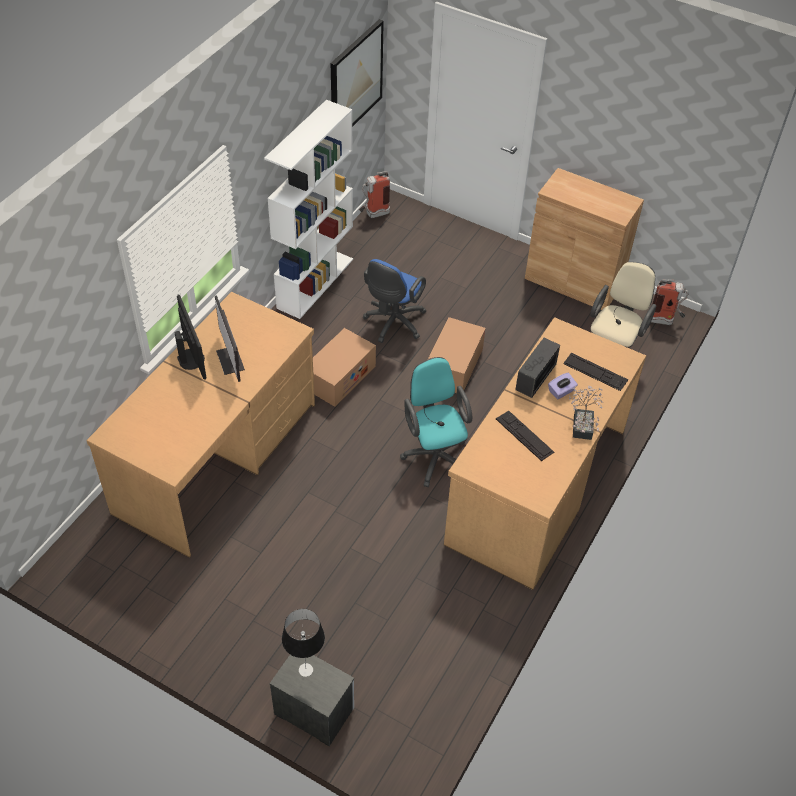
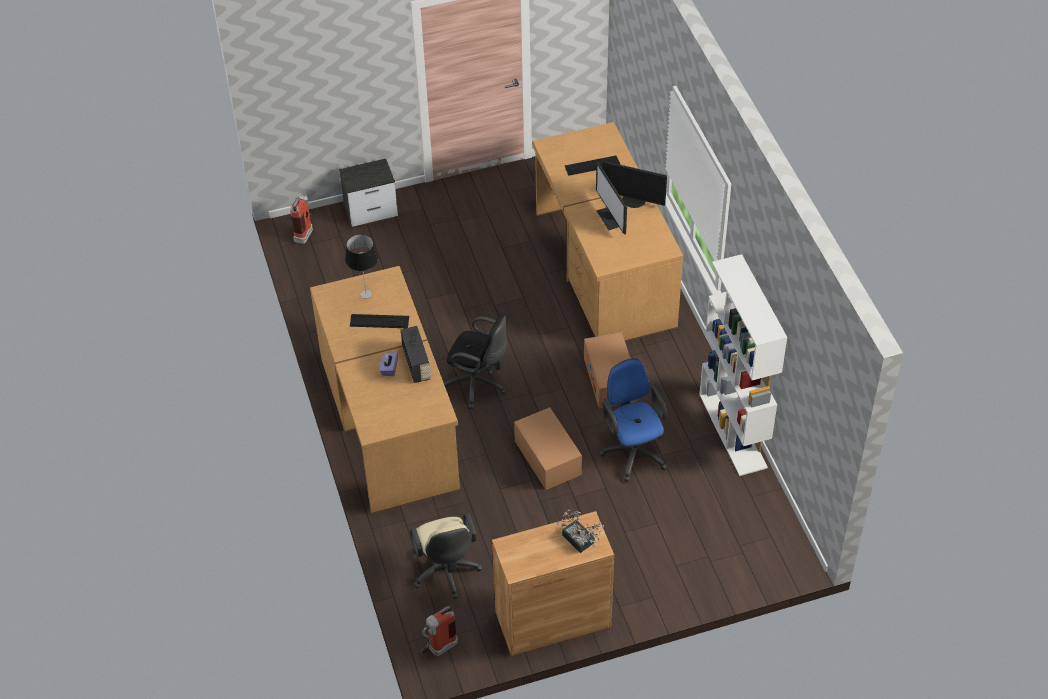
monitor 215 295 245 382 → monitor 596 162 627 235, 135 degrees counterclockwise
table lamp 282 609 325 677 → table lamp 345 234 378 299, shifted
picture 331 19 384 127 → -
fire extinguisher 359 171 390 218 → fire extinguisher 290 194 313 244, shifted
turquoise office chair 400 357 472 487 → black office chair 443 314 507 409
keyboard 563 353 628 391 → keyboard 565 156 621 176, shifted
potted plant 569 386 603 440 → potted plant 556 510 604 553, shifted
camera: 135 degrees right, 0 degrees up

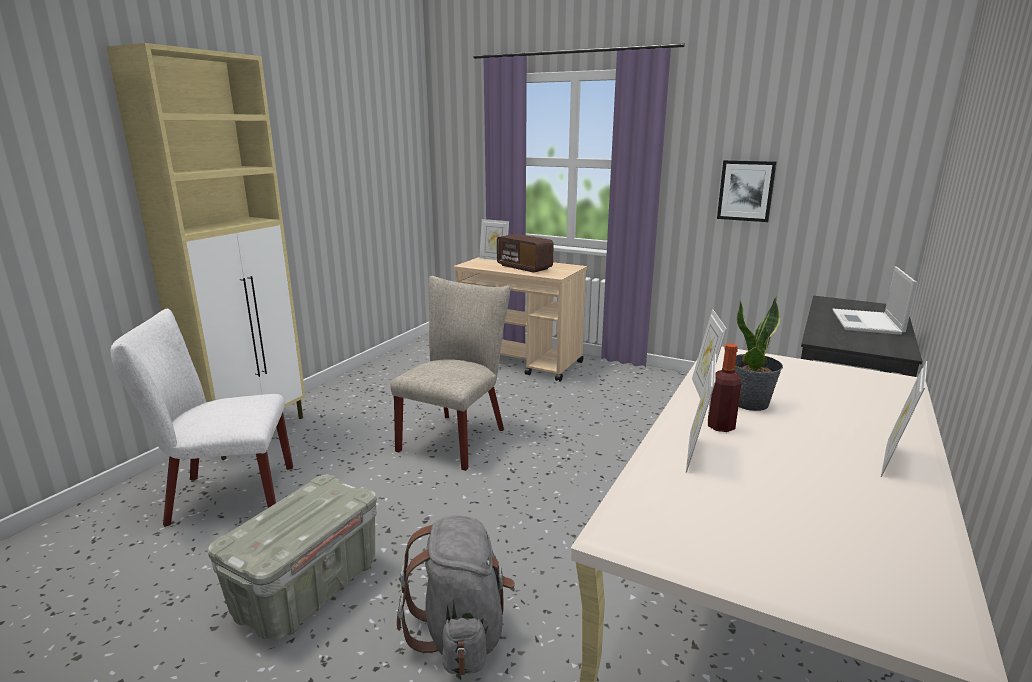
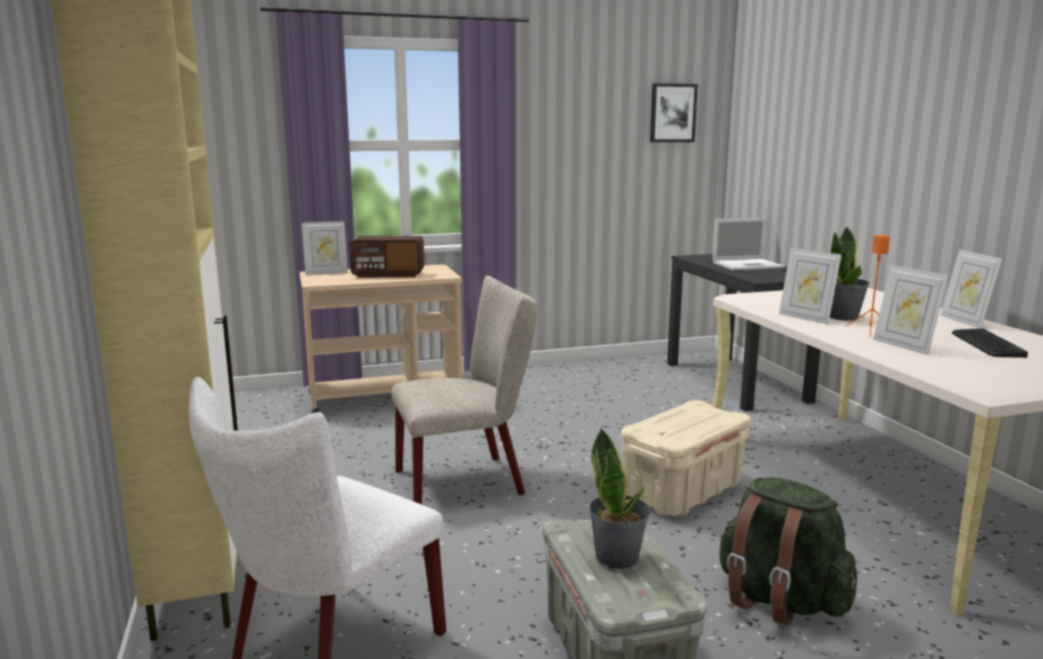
beige chair 390 276 510 471 → beige chair 392 276 537 504, 90 degrees clockwise
grey backpack 397 515 515 675 → green backpack 719 477 857 626
bottle 708 343 742 432 → orange speaker 846 235 890 338
picture 717 160 777 222 → picture 650 83 698 142, shifted
laptop 832 266 917 335 → laptop 713 218 784 270, 75 degrees counterclockwise
- → potted plant 589 427 650 569
- → beige storage box 621 400 751 516
- → keyboard 952 328 1028 358
camera: 45 degrees left, 5 degrees down

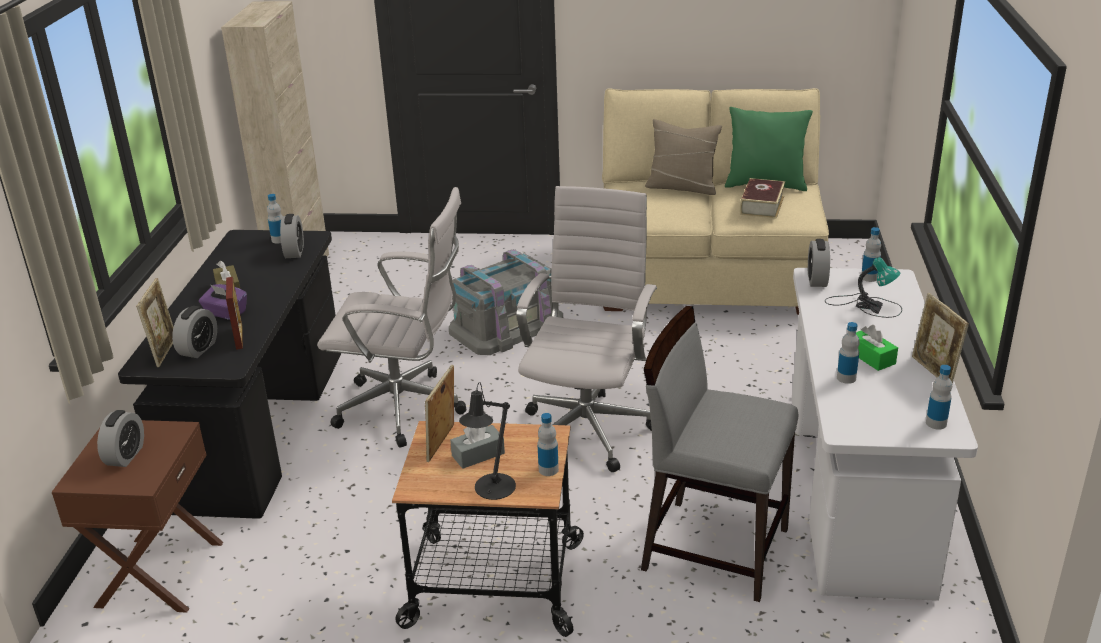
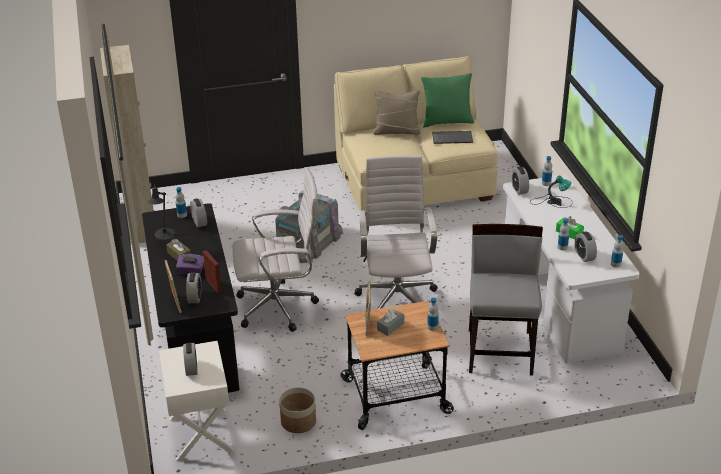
brown nightstand 52 420 223 613 → white nightstand 159 341 234 461
black table lamp 459 382 516 500 → black table lamp 148 183 175 240, shifted
grey chair 641 306 798 602 → grey chair 469 224 543 376, 90 degrees clockwise
book 740 178 785 219 → keyboard 432 131 473 144
picture frame 912 293 969 384 → -
- → planter 279 387 316 433
- → alarm clock 575 232 597 262
camera: 20 degrees left, 5 degrees up

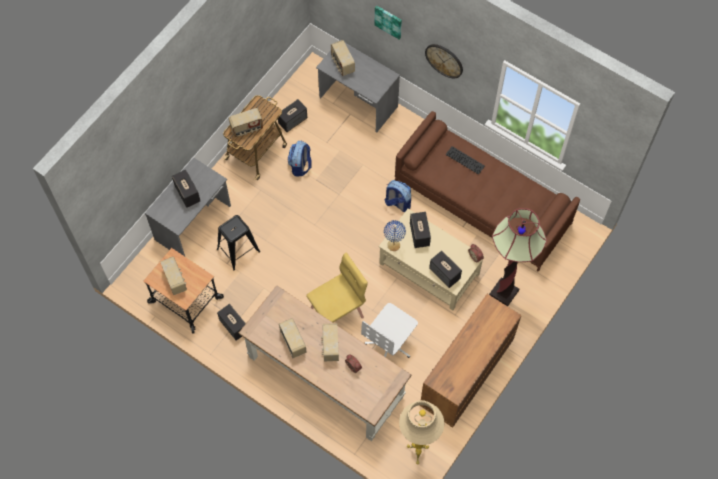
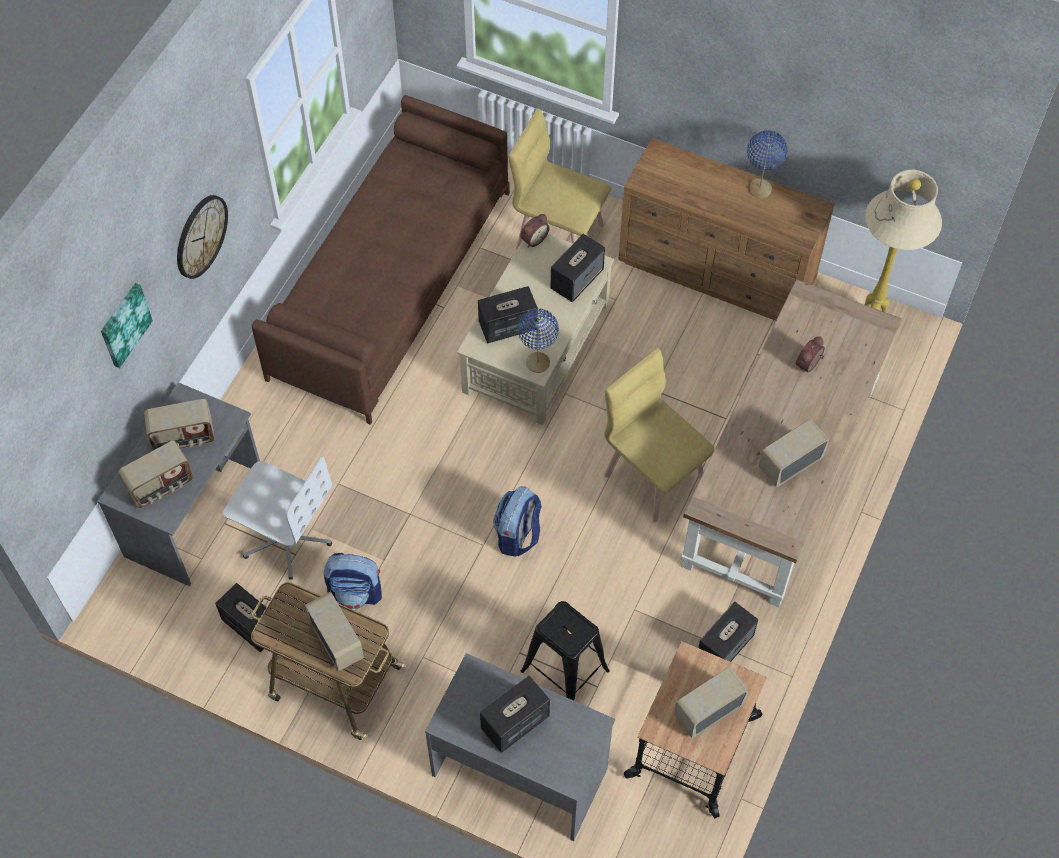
radio 321 323 339 362 → radio 144 399 215 450, shifted
white office chair 361 303 418 358 → white office chair 223 456 332 580, shifted
backpack 384 180 411 212 → backpack 494 486 542 556, shifted
keyboard 445 146 485 175 → -
floor lamp 489 208 547 306 → yellow chair 508 108 611 249
- → blue table lamp 747 130 787 198
camera: 100 degrees left, 5 degrees down

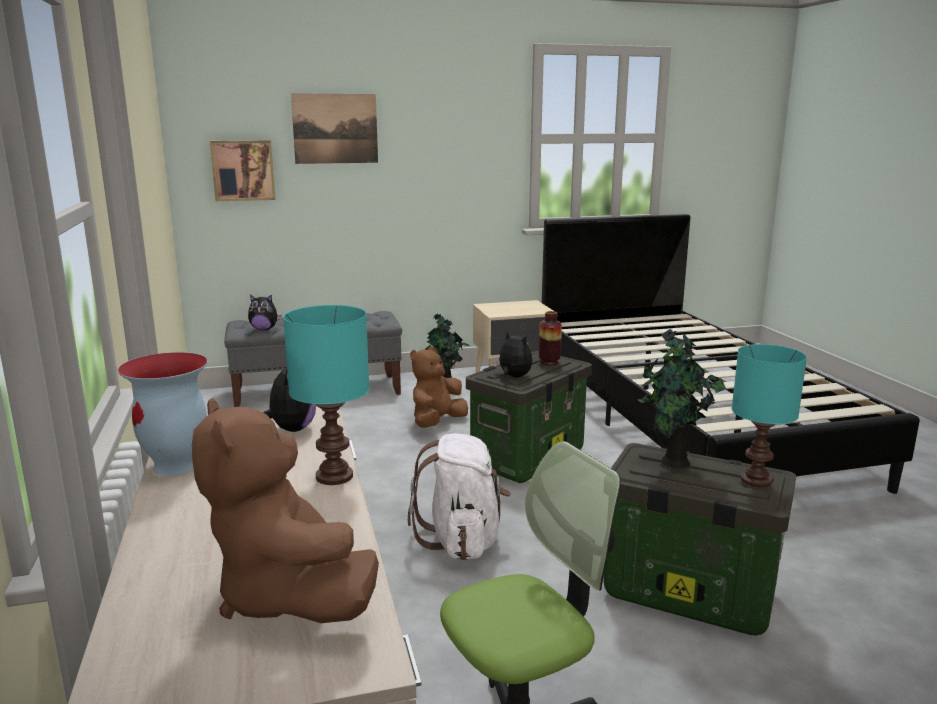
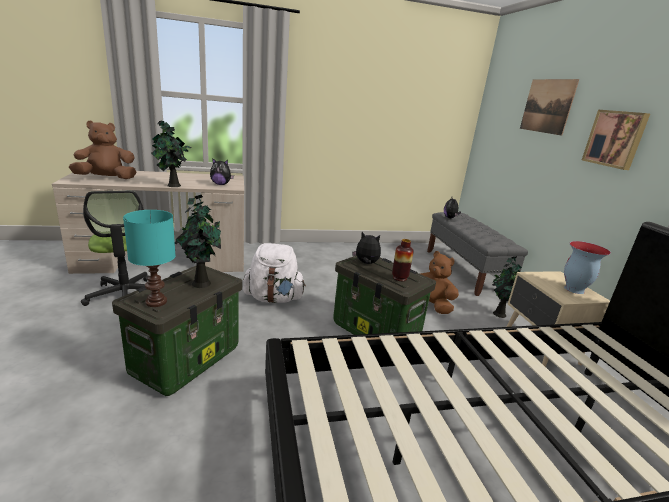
vase 117 352 208 476 → vase 564 241 611 294, shifted
picture 210 140 275 201 → picture 582 110 650 170, shifted
turquoise table lamp 283 305 370 485 → potted plant 151 120 192 187
plush toy 493 330 532 377 → plush toy 352 232 381 264, 120 degrees counterclockwise
camera: 90 degrees right, 5 degrees up

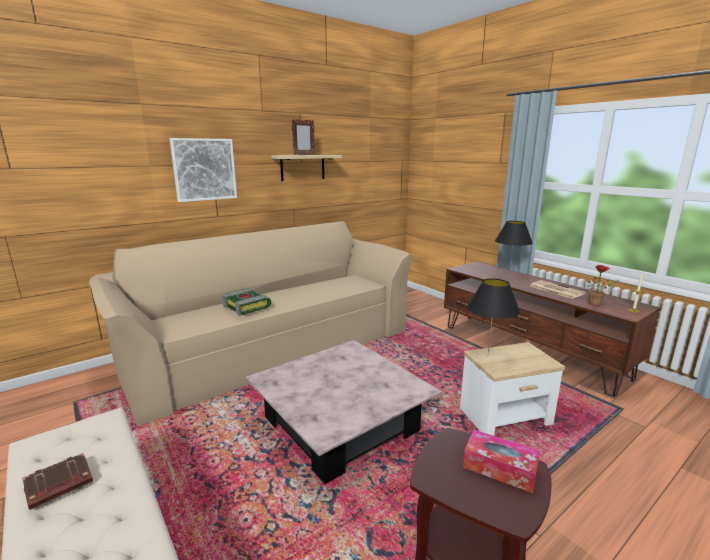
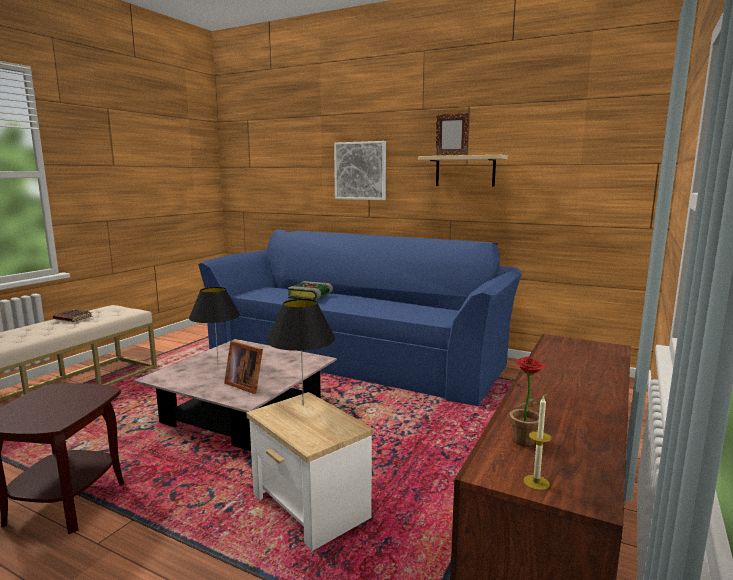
beige sofa 89 221 413 426 → blue sofa 198 229 521 406
tissue box 463 430 540 493 → -
black table lamp 495 221 533 277 → black table lamp 189 287 240 360, shifted
newspaper 530 280 586 299 → -
- → picture frame 224 341 263 394
camera: 65 degrees right, 5 degrees down

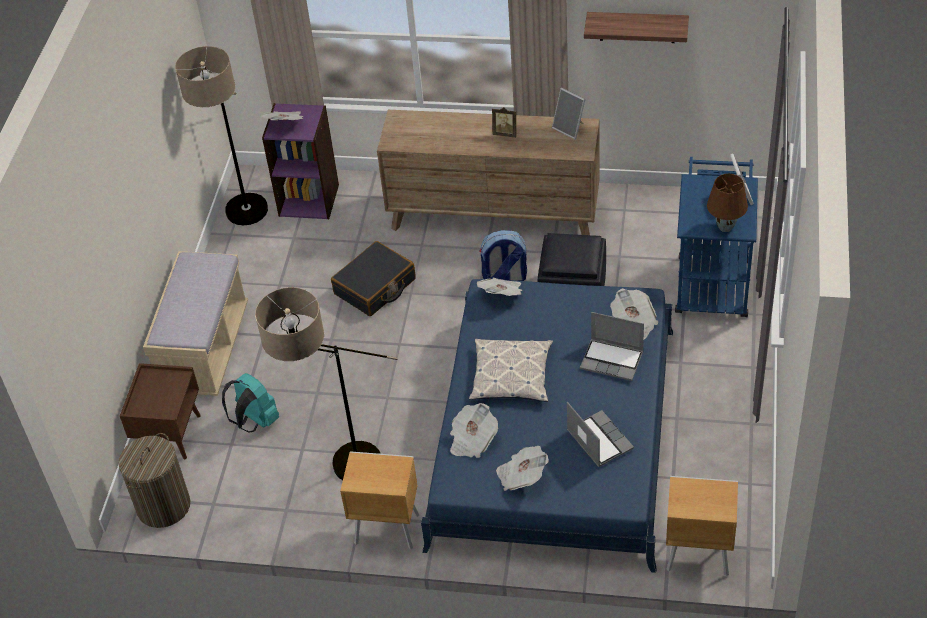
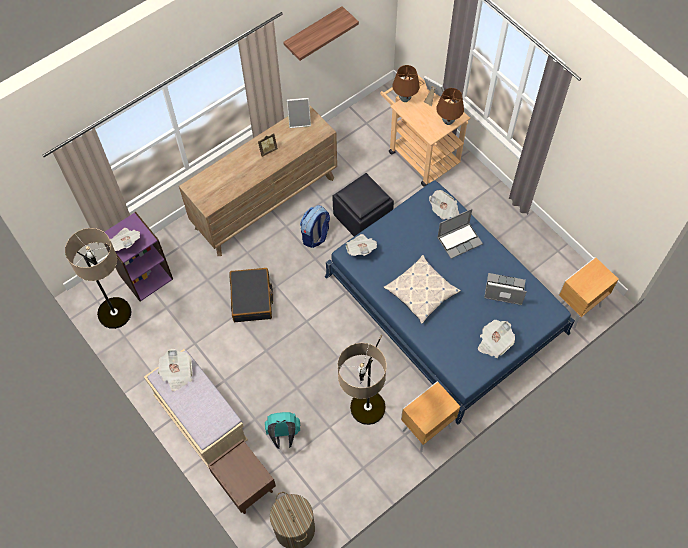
newspaper 450 403 498 458 → newspaper 158 349 193 391, shifted
blue cart 675 157 758 317 → beige cart 380 74 470 186
- → brown table lamp 393 65 420 102
camera: 50 degrees left, 15 degrees up

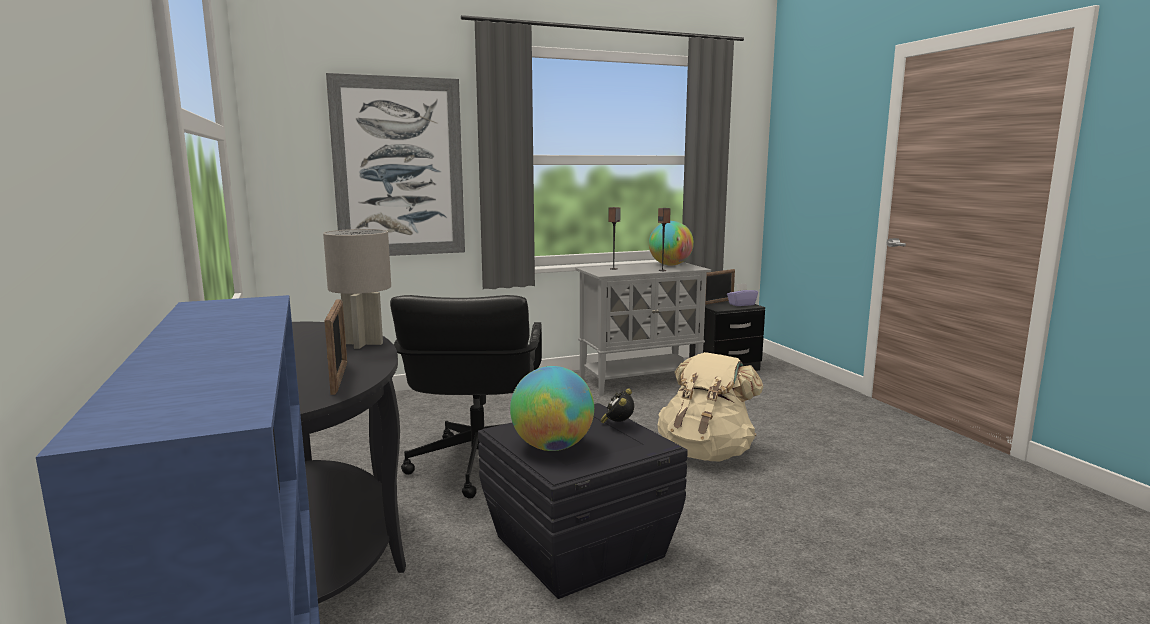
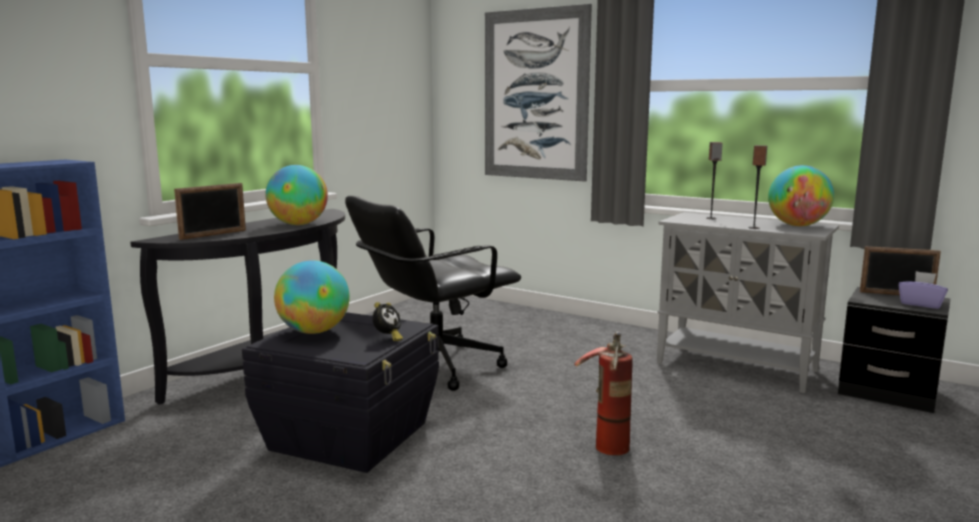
grey table lamp 323 229 391 349 → globe 265 165 328 225
alarm clock 600 389 634 423 → alarm clock 372 302 403 341, 135 degrees clockwise
beige backpack 657 352 764 461 → fire extinguisher 574 331 633 455
camera: 55 degrees right, 0 degrees up

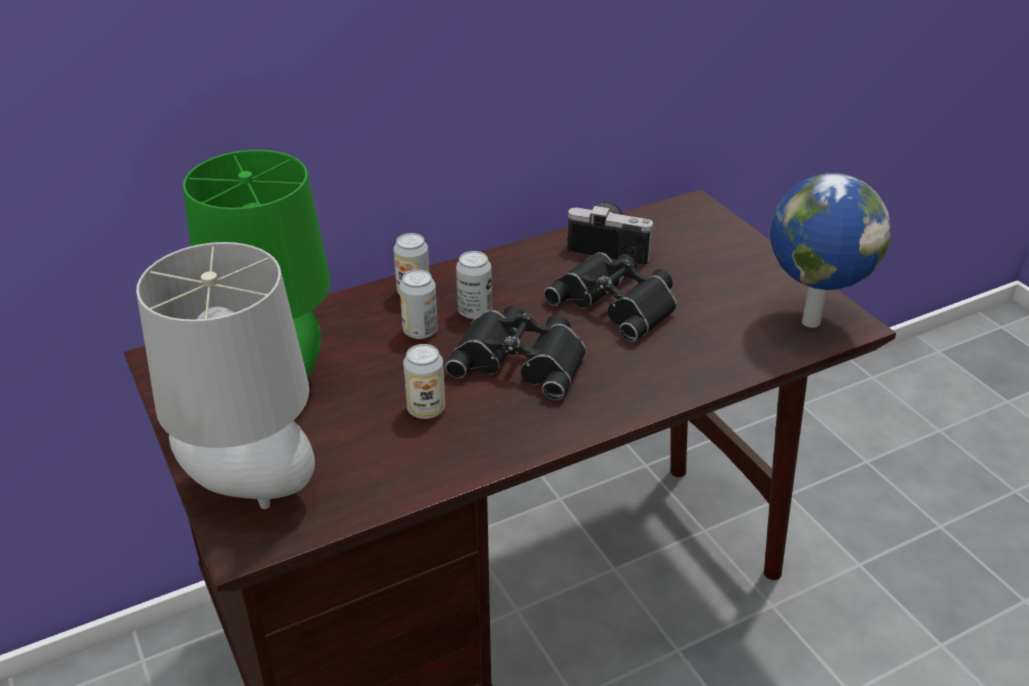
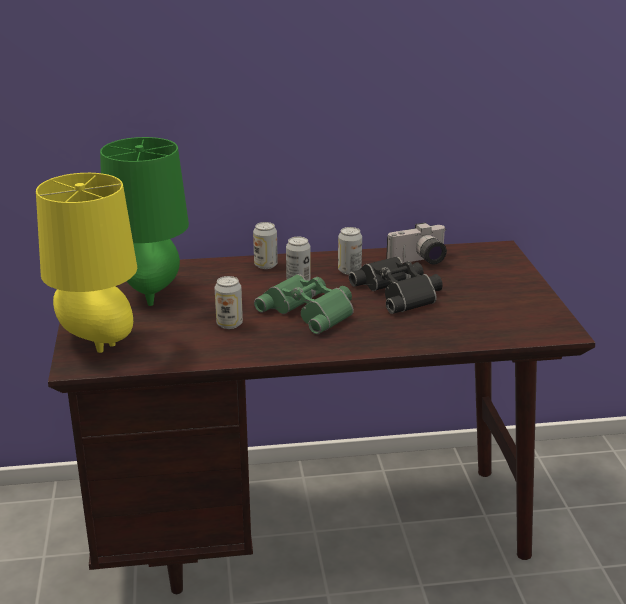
grey table lamp 136 242 315 509 → yellow table lamp 36 173 137 353
can 399 269 438 339 → can 338 227 362 275, shifted
black binoculars 445 306 586 400 → green binoculars 254 274 354 334
photo camera 567 202 655 265 → photo camera 386 223 447 265, 120 degrees clockwise
globe 770 173 891 328 → -
camera: 20 degrees right, 10 degrees down

